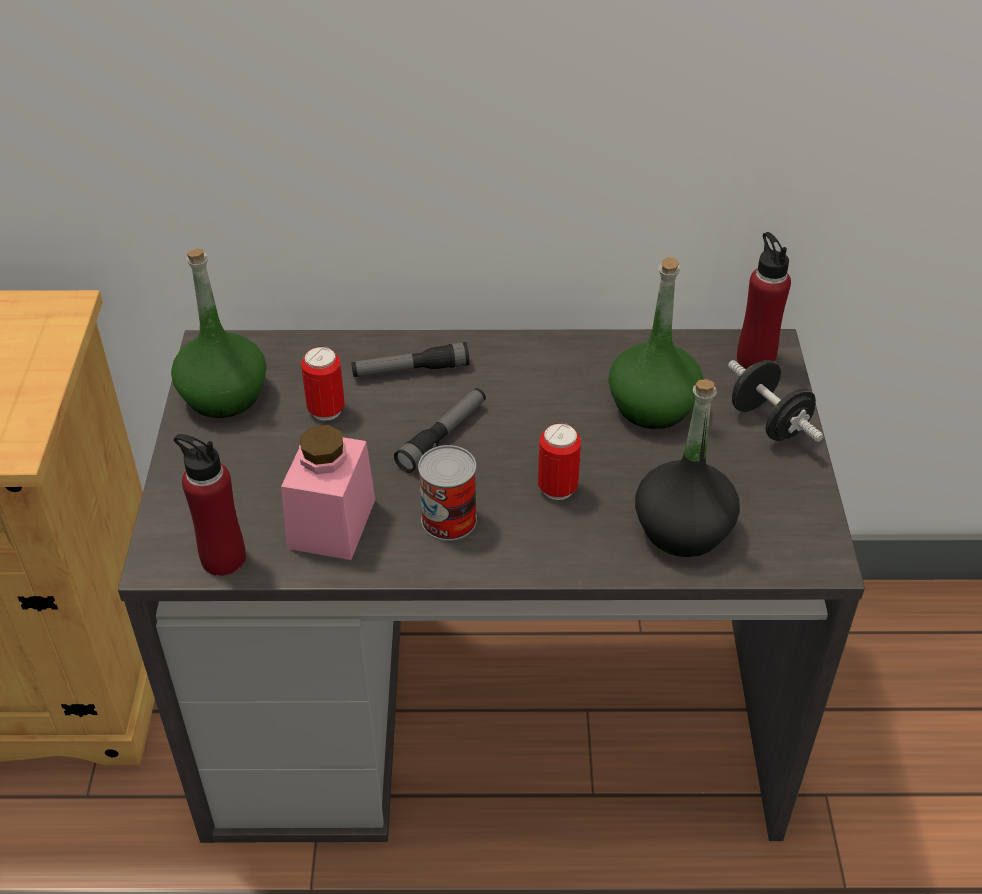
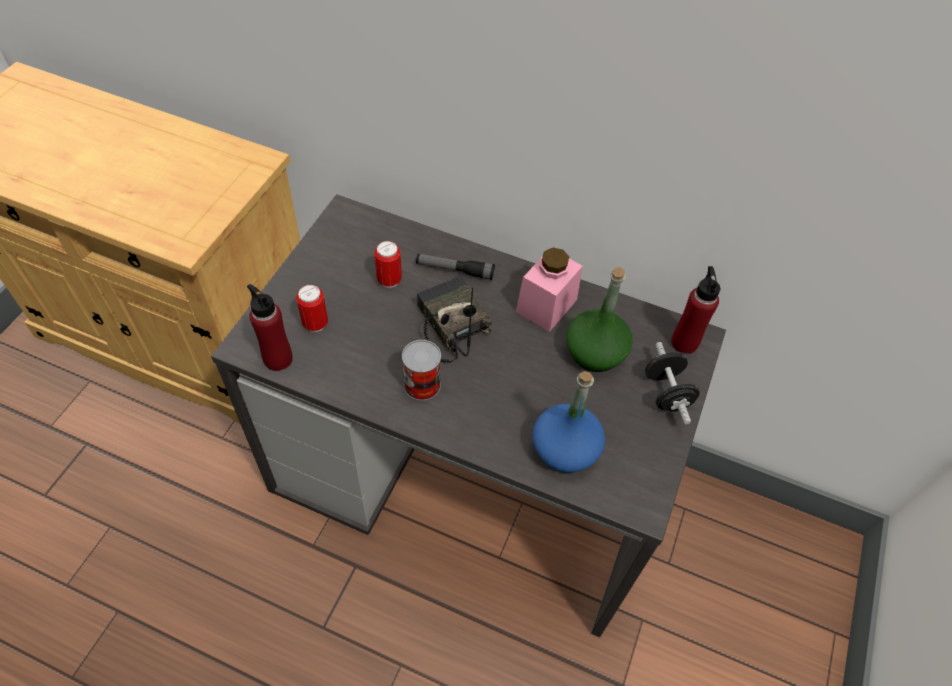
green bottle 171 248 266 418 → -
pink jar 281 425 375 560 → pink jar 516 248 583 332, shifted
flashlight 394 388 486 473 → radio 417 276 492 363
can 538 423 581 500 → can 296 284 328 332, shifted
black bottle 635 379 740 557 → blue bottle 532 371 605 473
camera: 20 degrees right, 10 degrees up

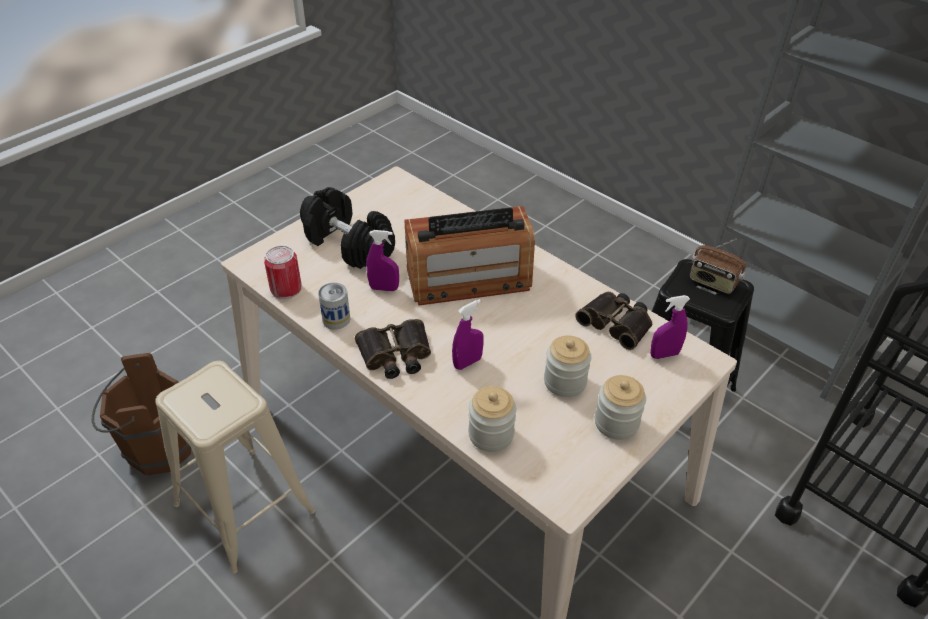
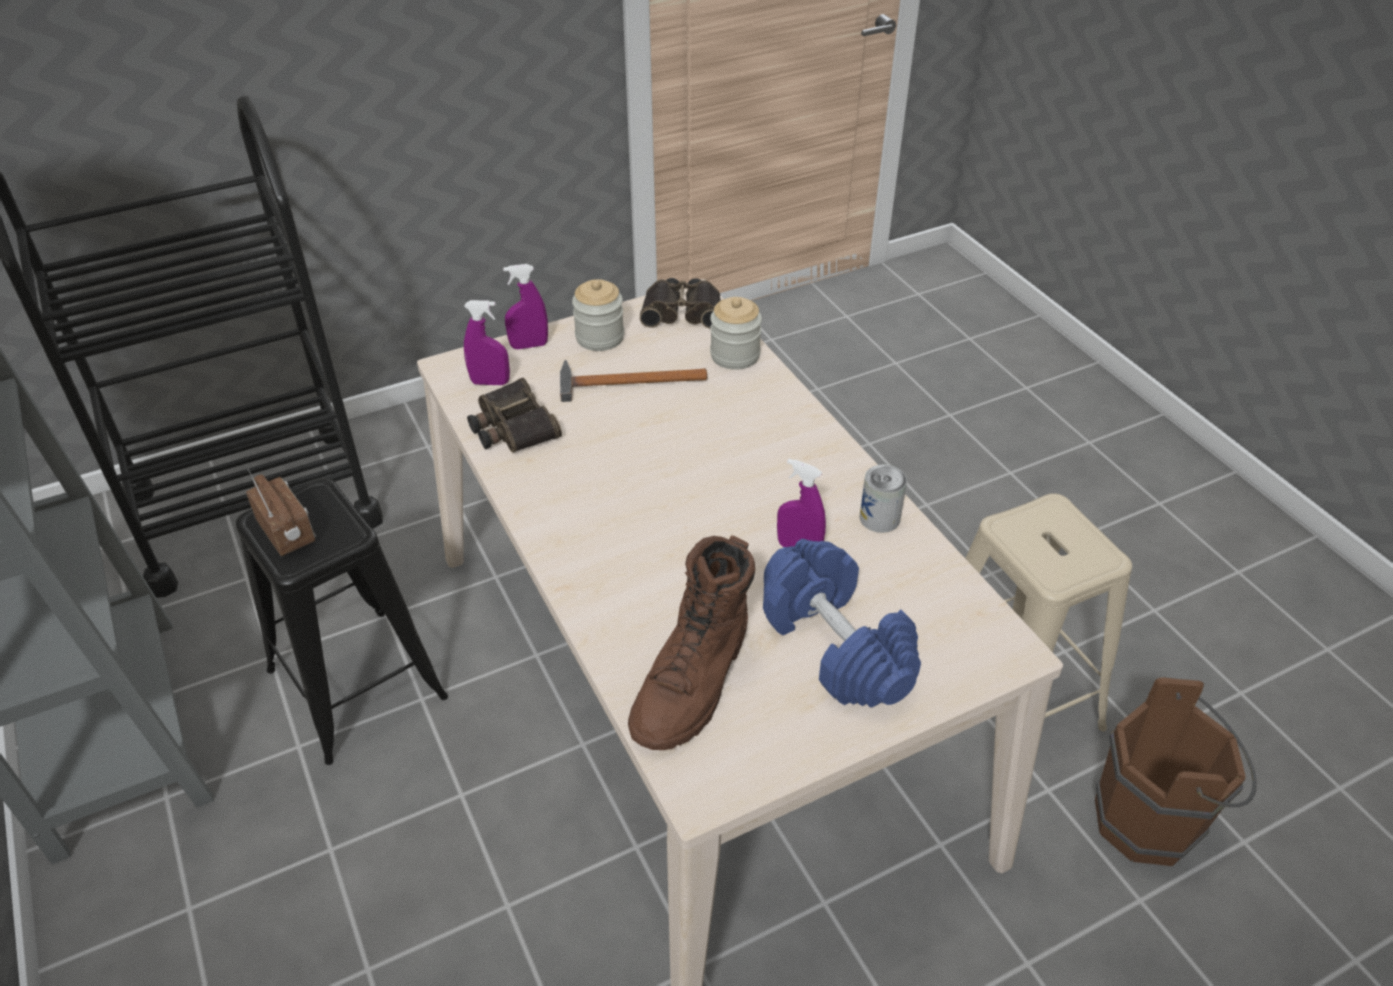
can 264 246 302 299 → -
black dumbbell 300 187 395 269 → blue dumbbell 763 539 921 707
binoculars 355 319 431 379 → binoculars 640 278 720 329, shifted
radio 404 206 535 305 → -
purple spray bottle 452 299 484 370 → purple spray bottle 503 264 548 349, shifted
jar 544 335 591 397 → hammer 560 360 707 402
- → brown boot 628 535 755 750
camera: 160 degrees left, 0 degrees up

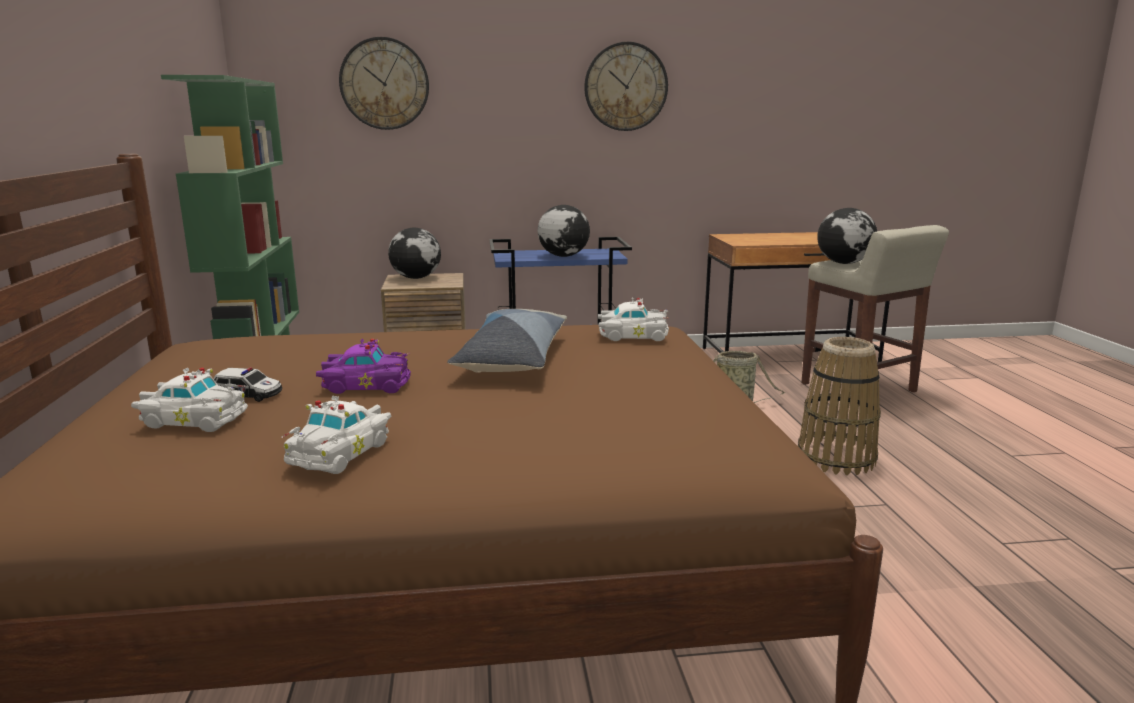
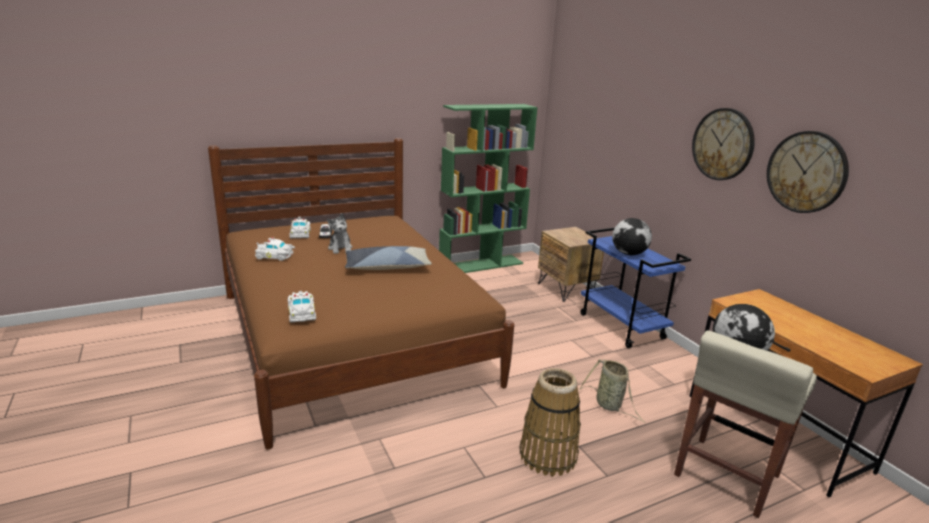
purple toy car 316 339 411 394 → plush toy 327 213 353 254
wall clock 339 37 429 130 → wall clock 767 131 849 213, shifted
globe 388 228 441 279 → -
white toy car 598 297 669 341 → white toy car 288 291 316 322, shifted
camera: 70 degrees right, 5 degrees up

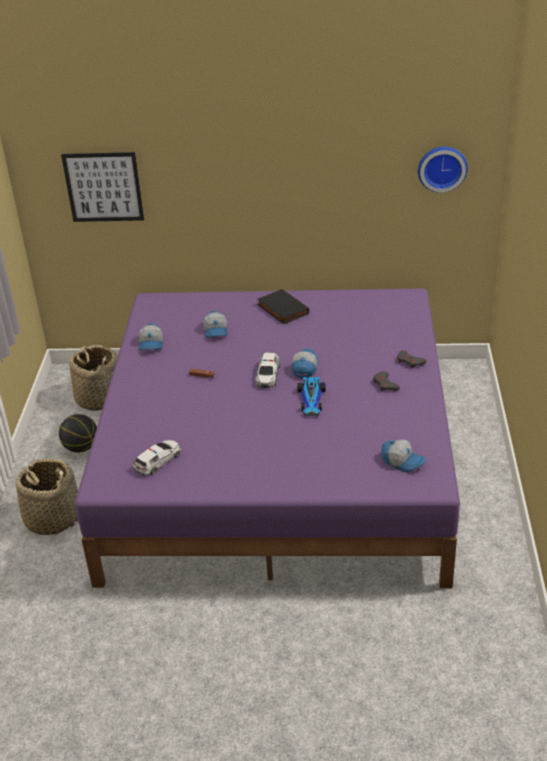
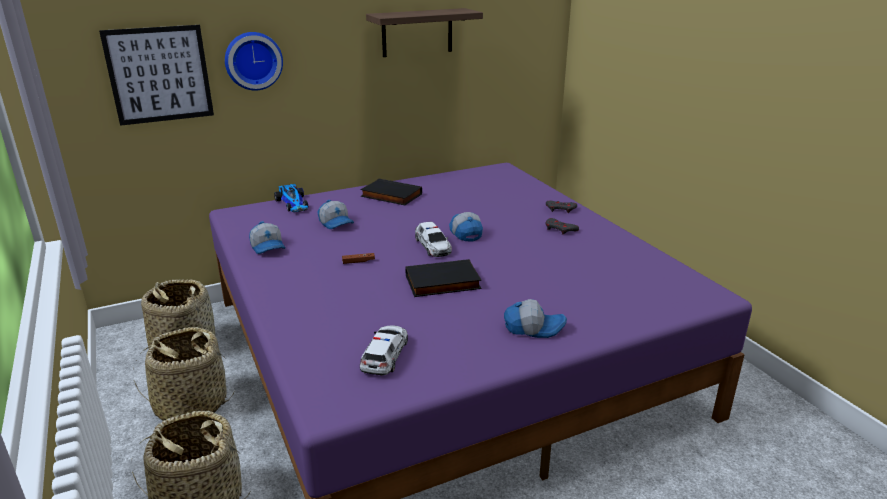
basketball 59 414 97 453 → basket 133 327 234 421
toy car 297 377 326 416 → toy car 274 184 308 212, shifted
cap 381 440 426 472 → cap 504 299 567 338, shifted
wall clock 418 147 468 193 → wall clock 225 32 283 91, shifted
- → shelf 366 8 483 57
- → black book 405 259 481 297
camera: 30 degrees left, 10 degrees down

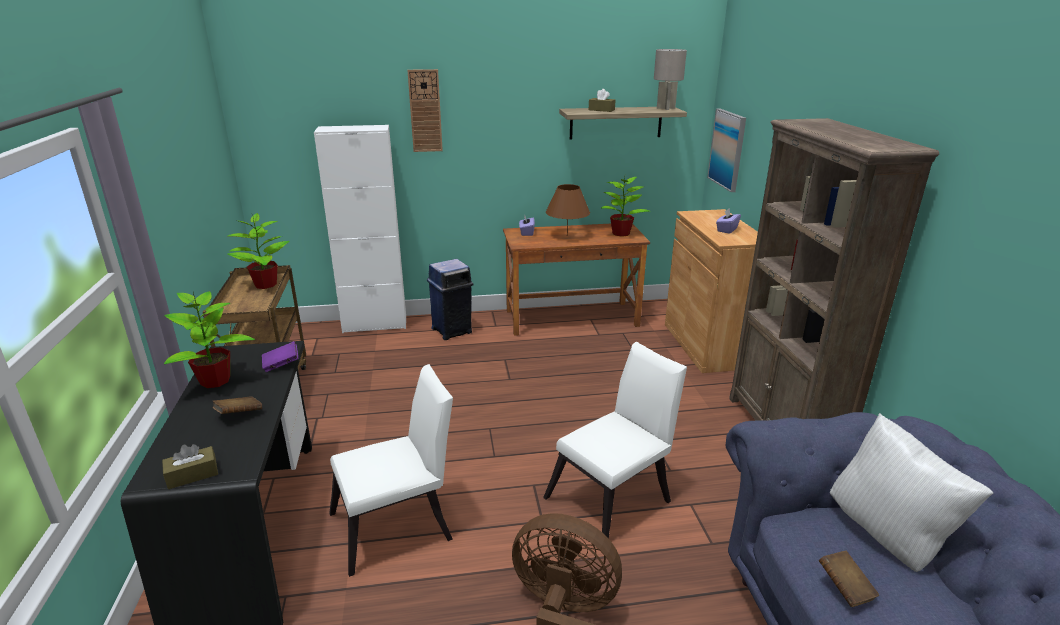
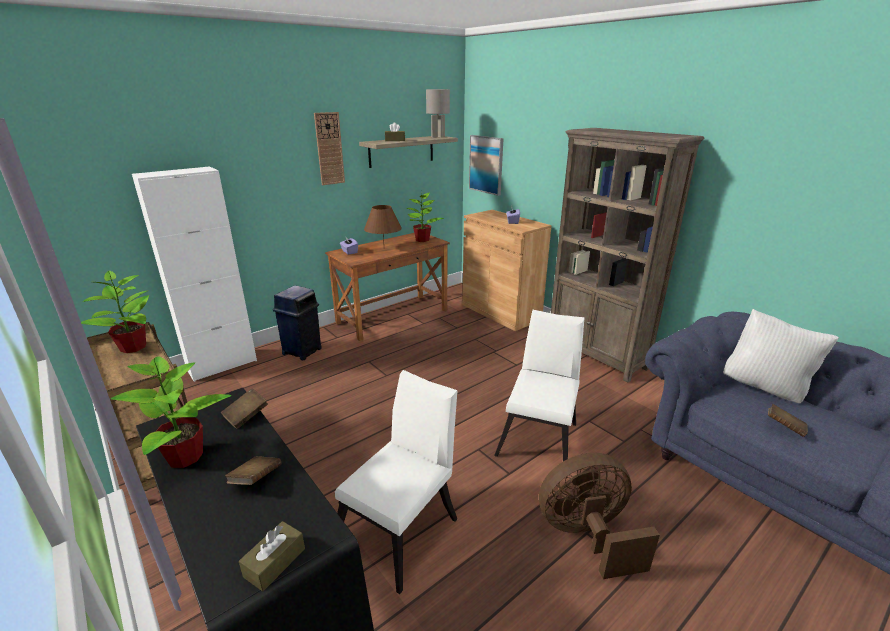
purple book 262 341 298 372 → brown book 221 388 268 429
wall clock 407 69 443 152 → wall clock 314 112 345 185, shifted
camera: 30 degrees left, 0 degrees up

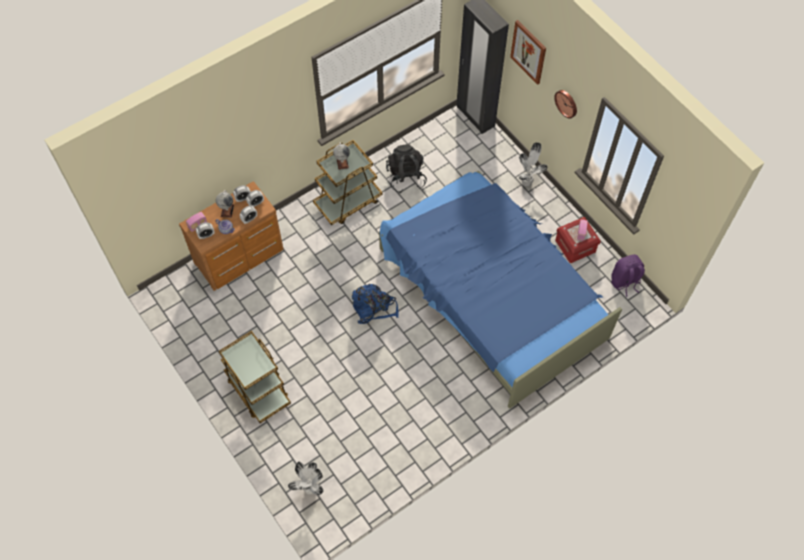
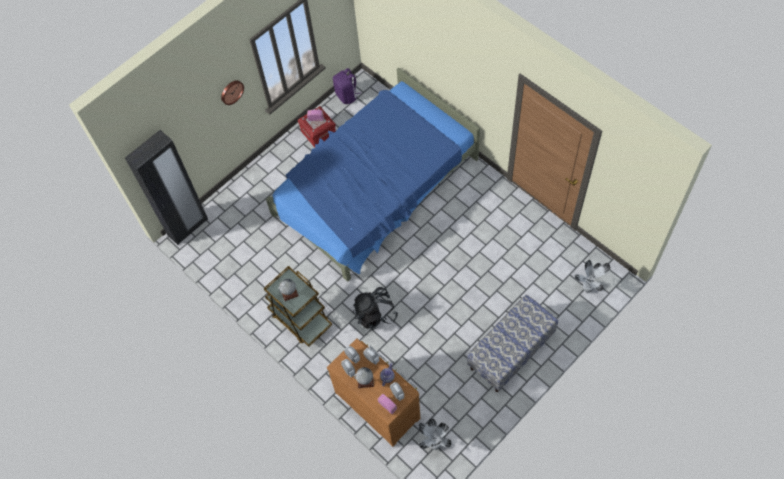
brown cart 219 331 291 423 → bench 467 295 558 392
blue backpack 352 284 398 324 → -
black backpack 386 144 427 193 → black backpack 353 287 398 330, shifted
picture 510 20 546 85 → -
potted plant 519 142 548 187 → potted plant 419 418 452 450, shifted
camera: 95 degrees left, 0 degrees up

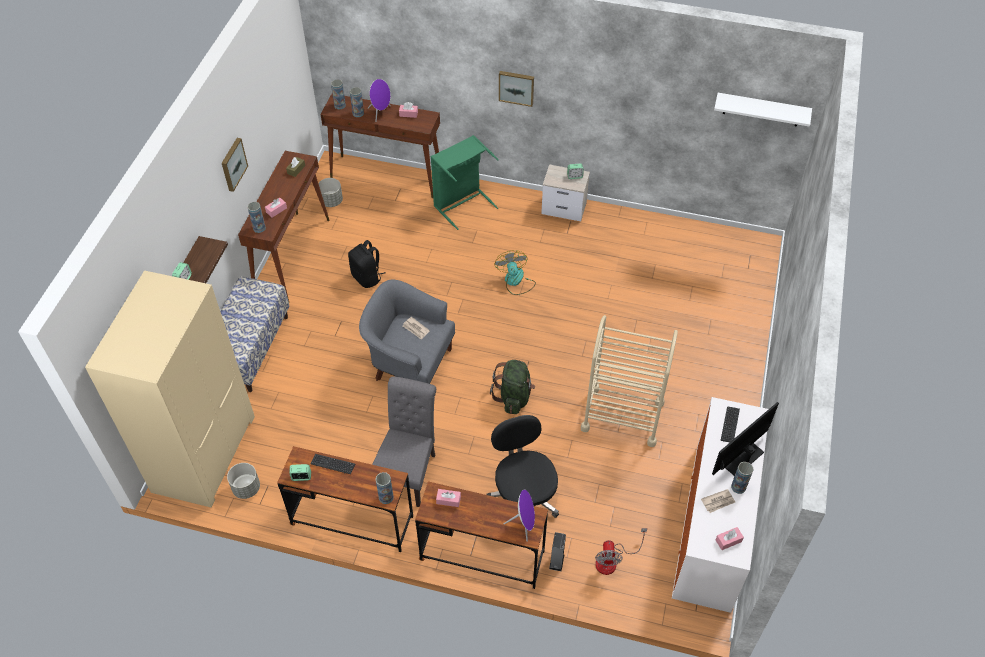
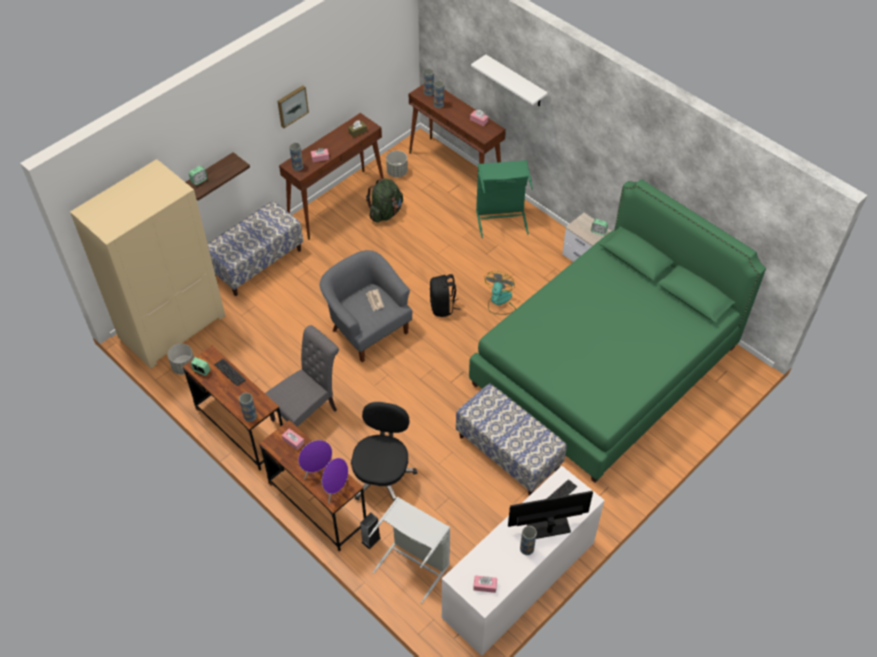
black backpack 348 240 386 288 → black backpack 430 274 460 317, shifted
purple speaker 368 79 391 122 → purple speaker 298 440 332 480, shifted
green backpack 490 360 535 414 → green backpack 366 178 403 222, shifted
picture 499 71 534 107 → -
beige cart 581 315 678 447 → bench 456 384 567 496
fan 595 528 647 575 → grey laundry basket 368 497 450 603
newspaper 701 489 735 513 → -
white shelf 714 93 812 127 → white shelf 471 55 548 106, shifted
- → green bed 469 179 766 483
camera: 30 degrees right, 0 degrees up

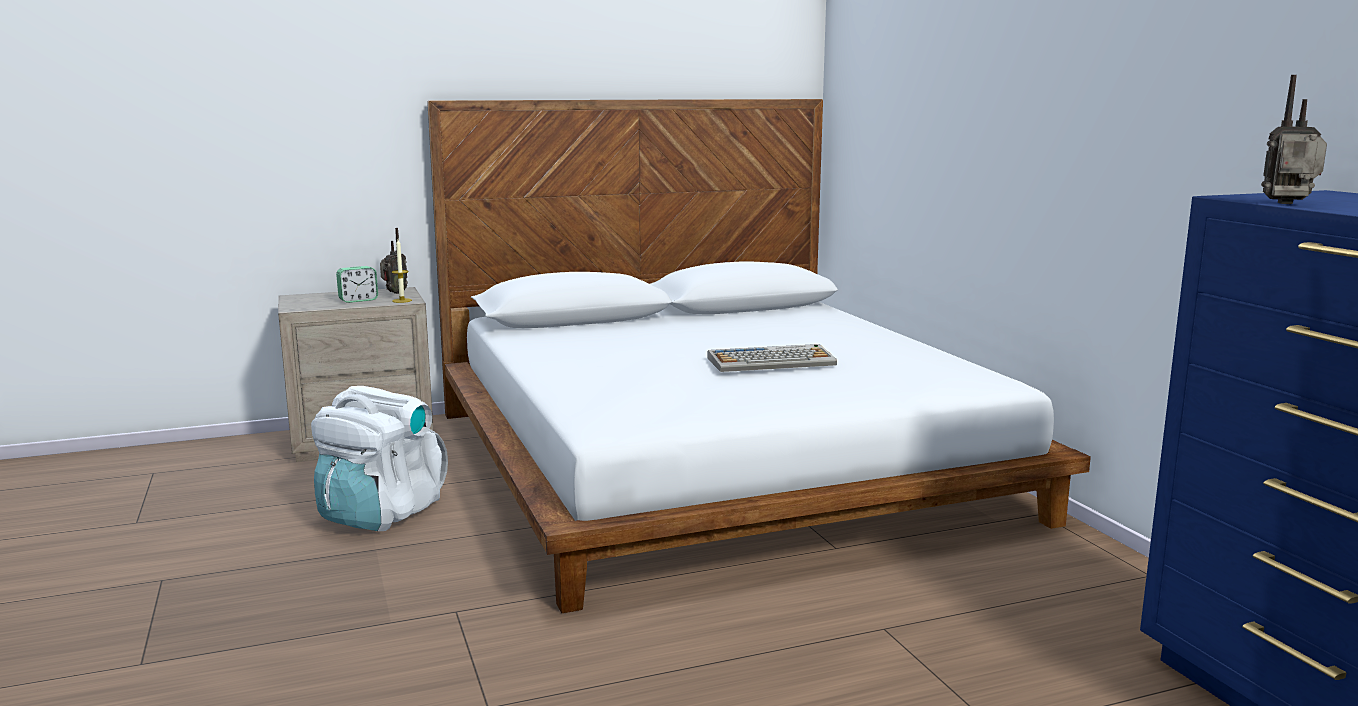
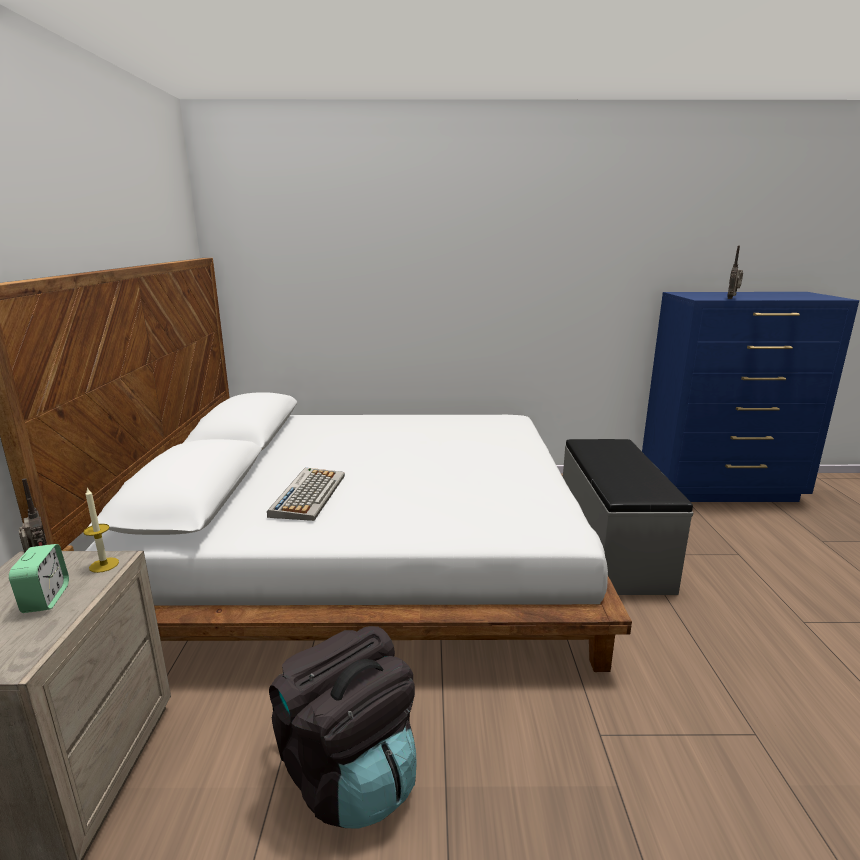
white backpack 311 386 448 531 → black backpack 269 626 417 828
keyboard 707 344 837 372 → keyboard 267 467 345 521, shifted
- → grey bench 563 439 693 595
camera: 70 degrees left, 5 degrees up

